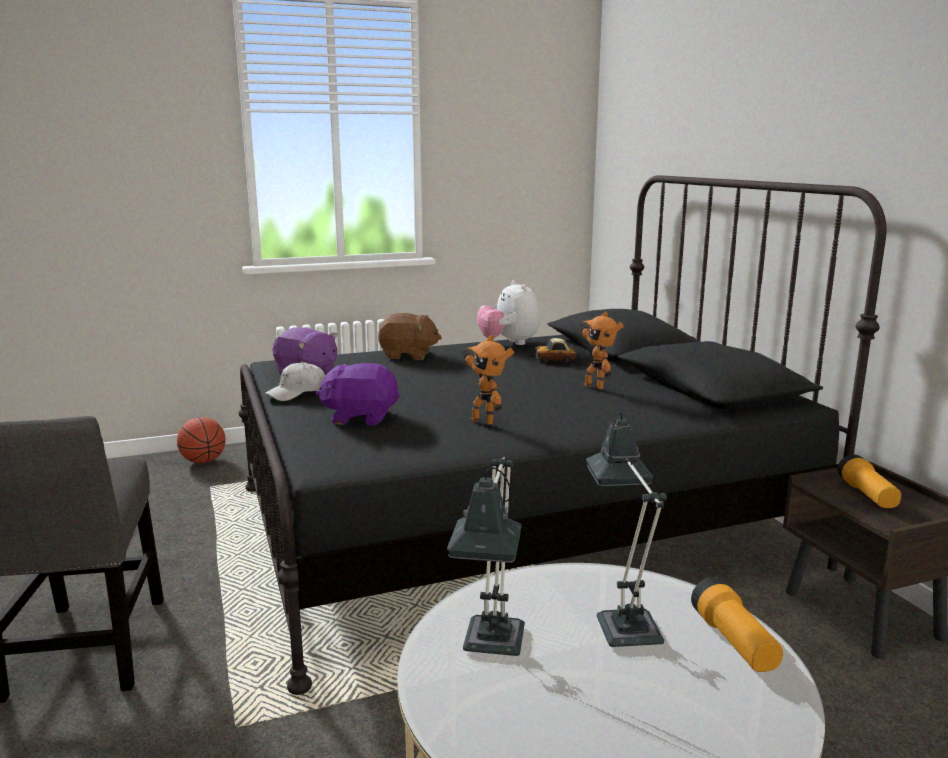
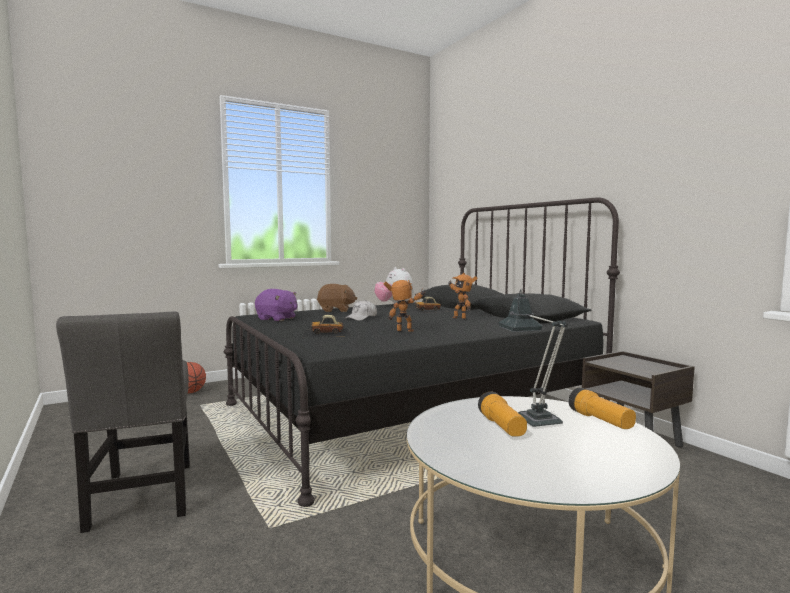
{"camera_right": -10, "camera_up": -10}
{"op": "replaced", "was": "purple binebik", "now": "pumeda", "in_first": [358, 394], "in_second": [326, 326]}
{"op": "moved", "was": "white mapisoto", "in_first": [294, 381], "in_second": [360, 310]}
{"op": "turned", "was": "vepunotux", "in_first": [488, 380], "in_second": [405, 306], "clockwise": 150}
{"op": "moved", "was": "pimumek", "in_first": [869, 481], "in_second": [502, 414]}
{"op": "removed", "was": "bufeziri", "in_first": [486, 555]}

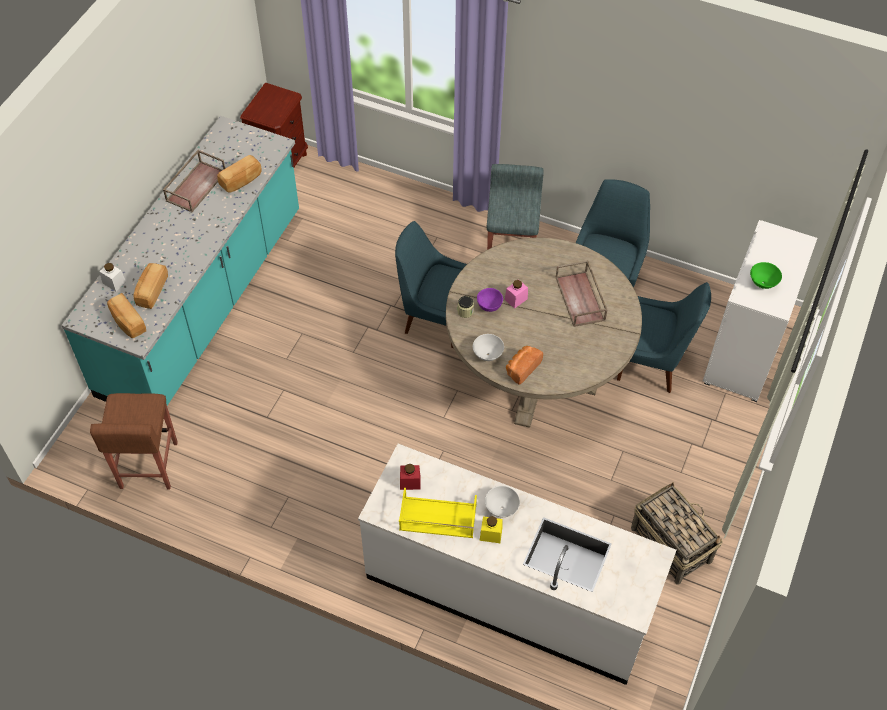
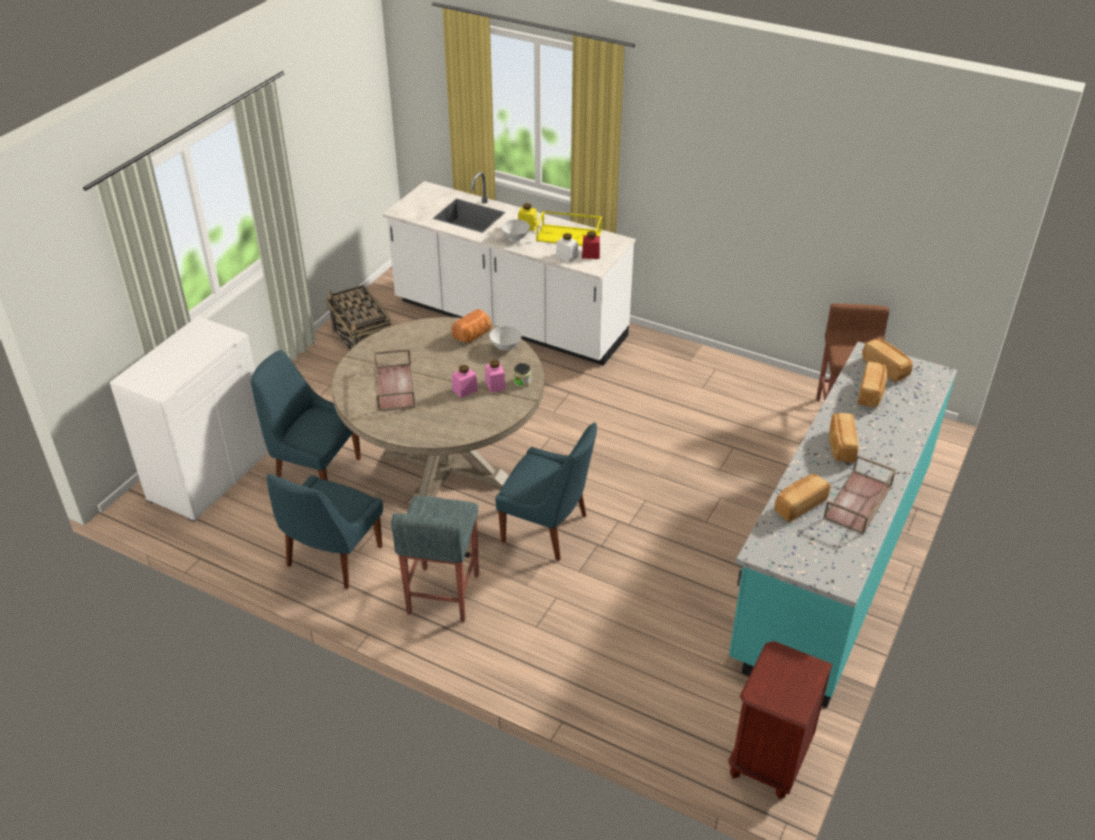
{"camera_right": -175, "camera_up": -15}
{"op": "replaced", "was": "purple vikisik", "now": "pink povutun", "in_first": [490, 300], "in_second": [495, 376]}
{"op": "moved", "was": "white povutun", "in_first": [112, 277], "in_second": [567, 248]}
{"op": "added", "now": "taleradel", "in_second": [844, 438]}
{"op": "removed", "was": "green vikisik", "in_first": [766, 275]}

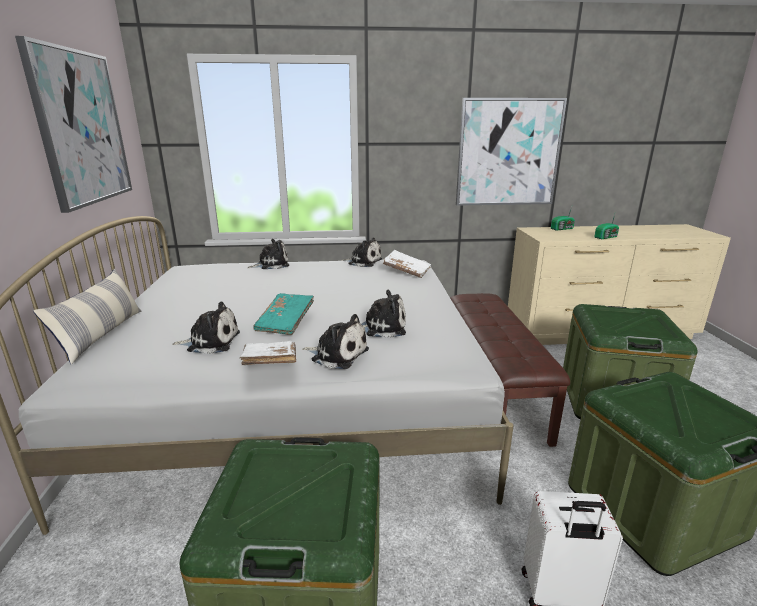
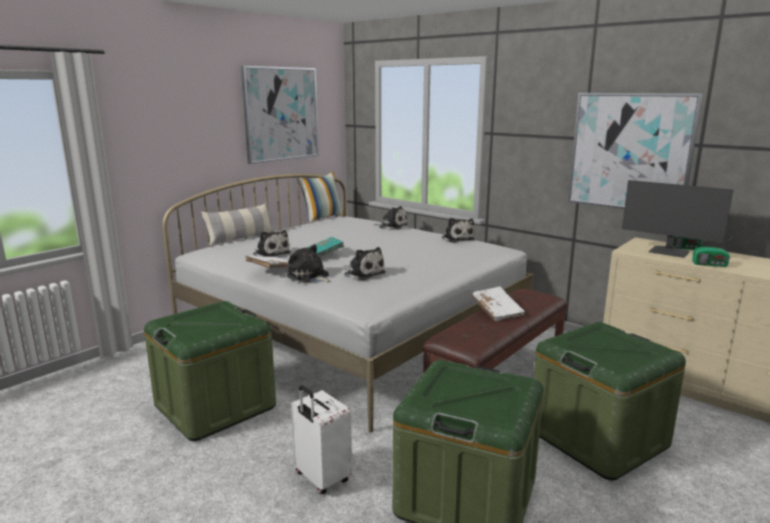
{"camera_right": 45, "camera_up": -5}
{"op": "turned", "was": "binebik", "in_first": [335, 341], "in_second": [309, 263], "clockwise": 150}
{"op": "added", "now": "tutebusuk", "in_second": [321, 197]}
{"op": "moved", "was": "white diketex", "in_first": [407, 264], "in_second": [498, 304]}
{"op": "added", "now": "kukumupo", "in_second": [677, 219]}

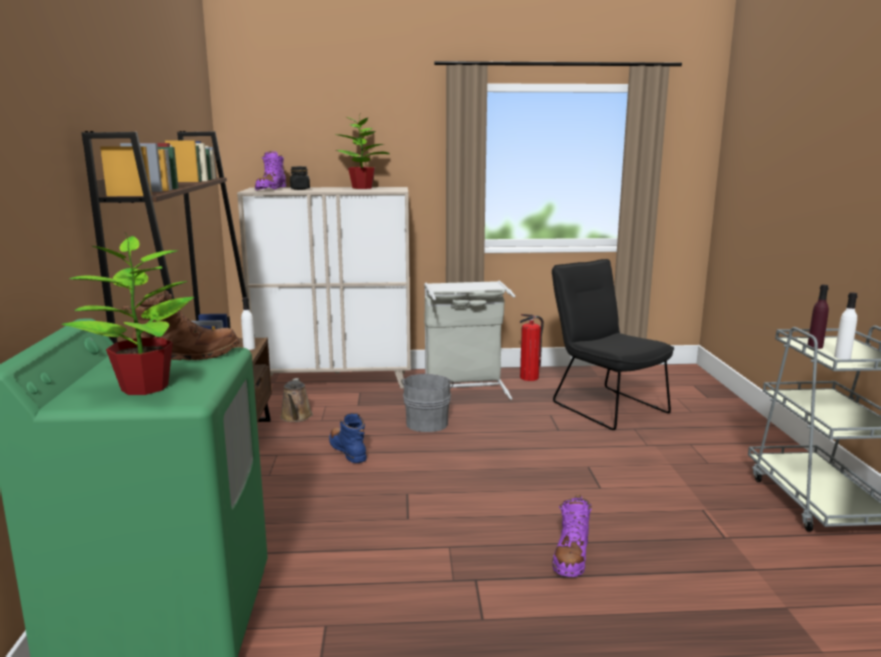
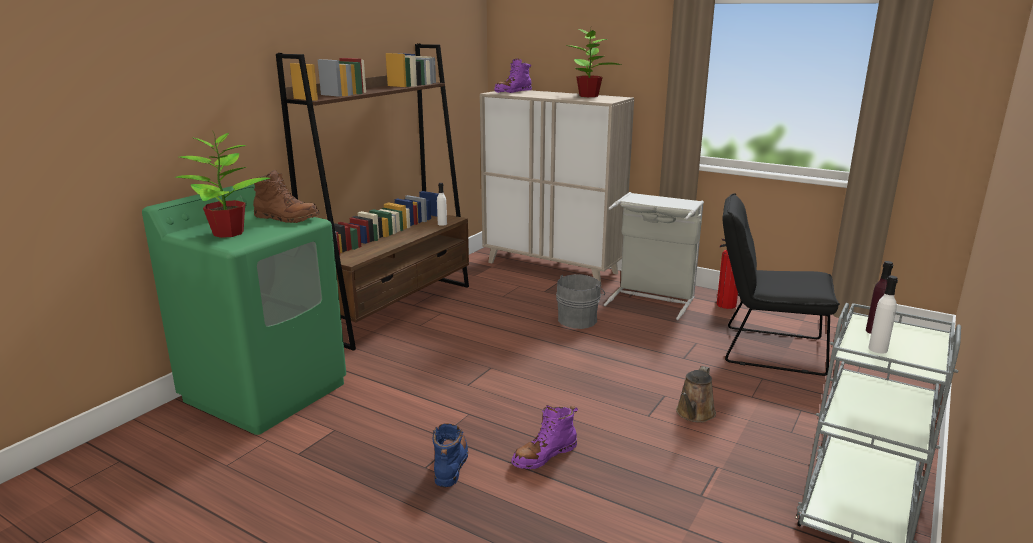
{"camera_right": 35, "camera_up": 5}
{"op": "moved", "was": "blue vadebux", "in_first": [348, 438], "in_second": [450, 455]}
{"op": "moved", "was": "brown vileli", "in_first": [296, 400], "in_second": [696, 394]}
{"op": "turned", "was": "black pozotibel", "in_first": [613, 344], "in_second": [781, 284], "clockwise": -75}
{"op": "removed", "was": "black povutun", "in_first": [300, 178]}

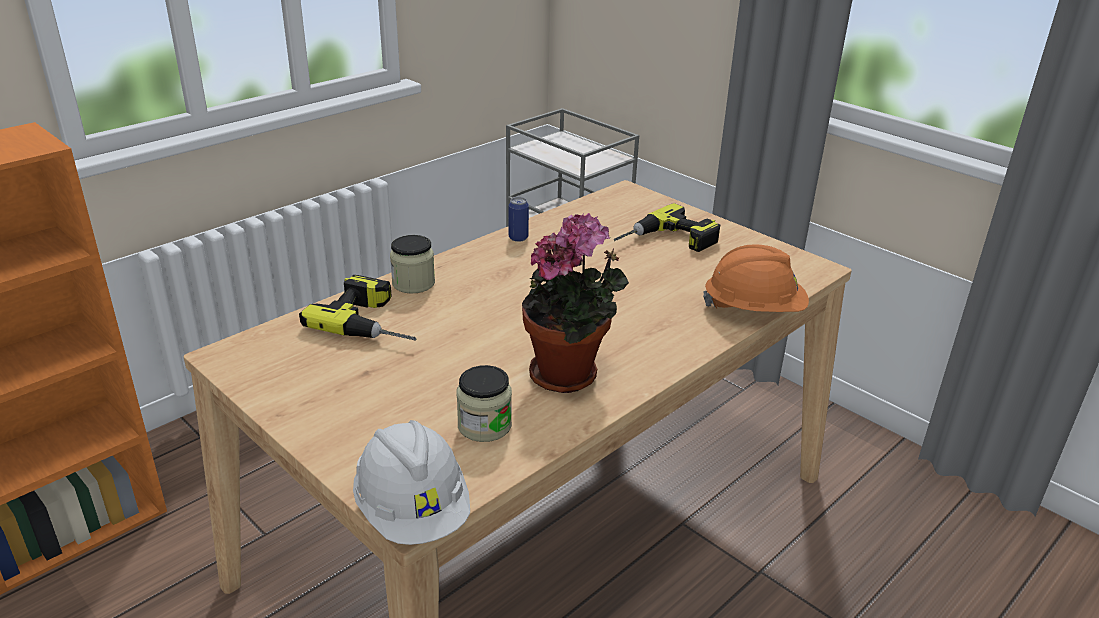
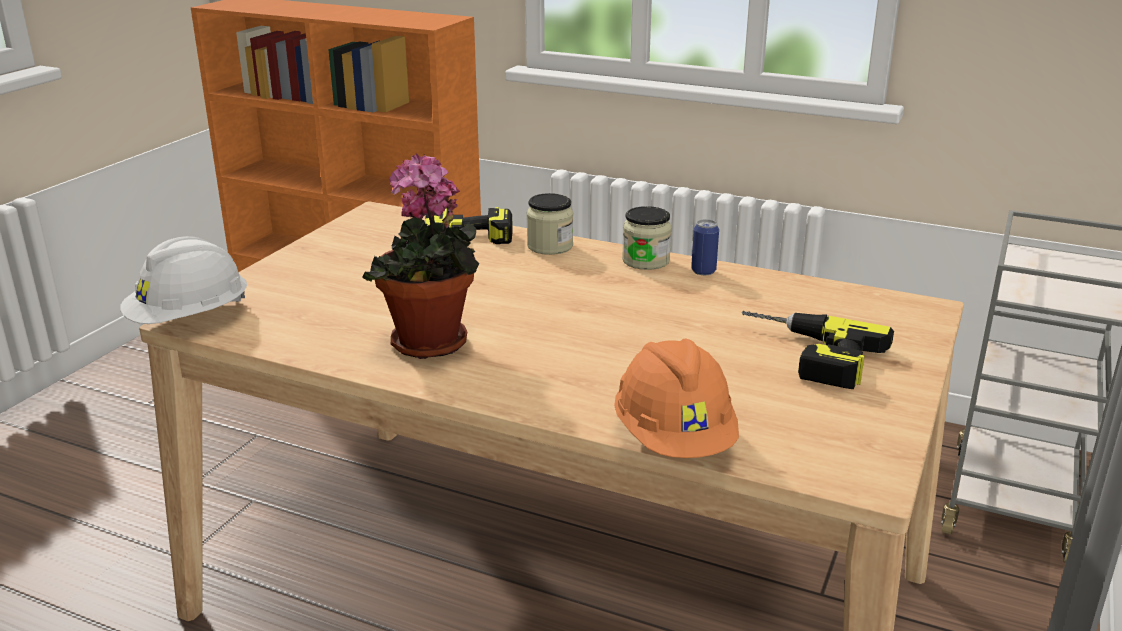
{"camera_right": 70, "camera_up": -5}
{"op": "moved", "was": "povutun", "in_first": [484, 403], "in_second": [647, 238]}

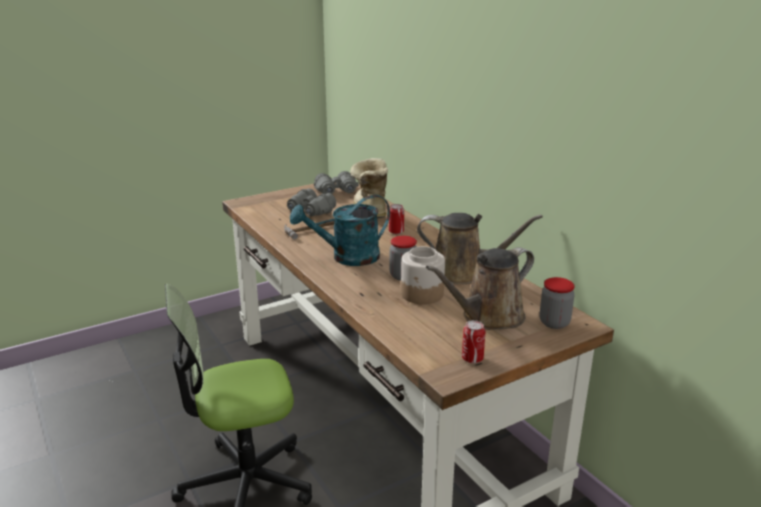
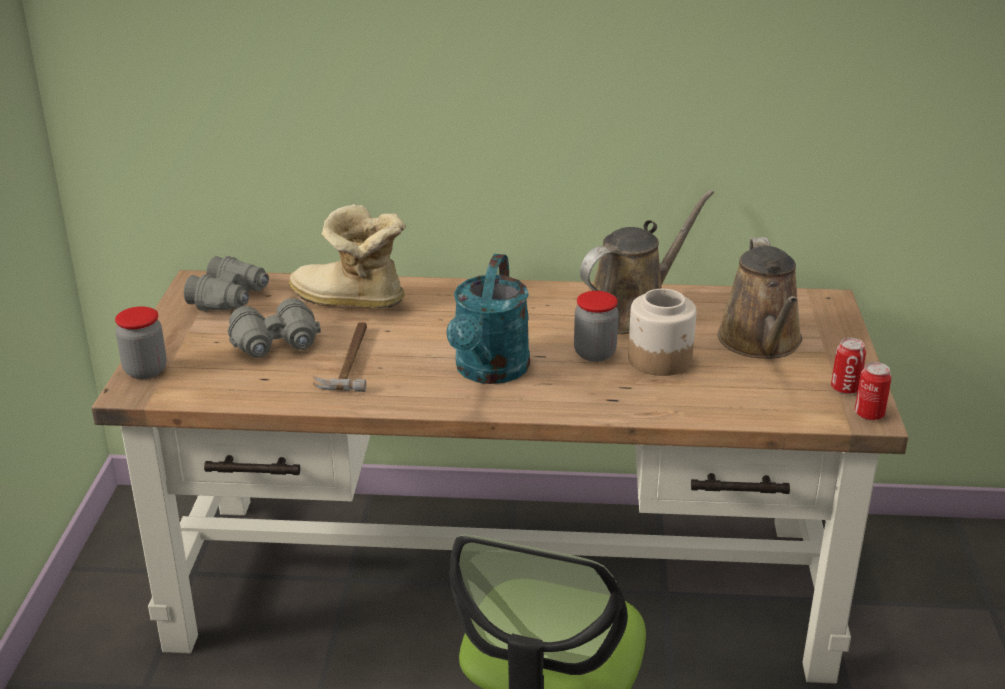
{"camera_right": -55, "camera_up": 5}
{"op": "moved", "was": "povutun", "in_first": [557, 303], "in_second": [141, 342]}
{"op": "moved", "was": "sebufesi", "in_first": [396, 219], "in_second": [873, 391]}

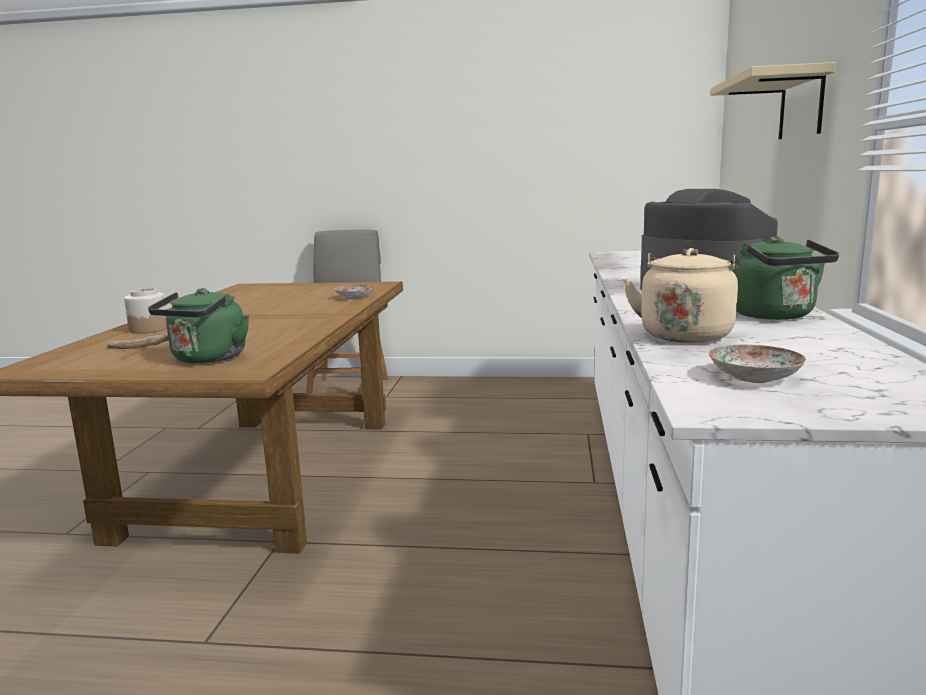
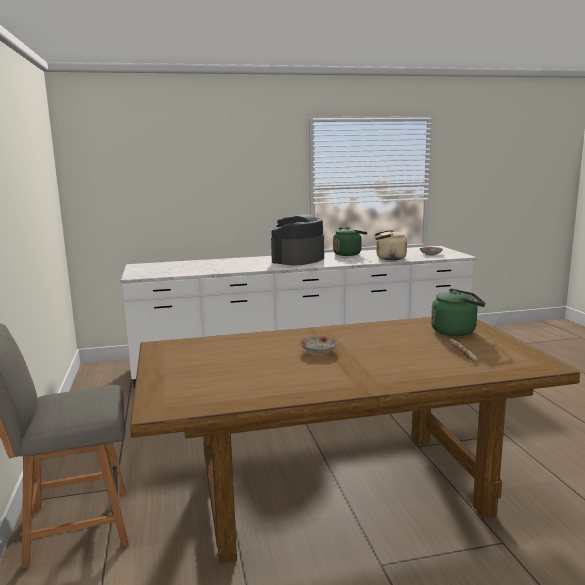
{"camera_right": -110, "camera_up": 0}
{"op": "moved", "was": "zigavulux", "in_first": [354, 292], "in_second": [319, 345]}
{"op": "removed", "was": "povutun", "in_first": [145, 311]}
{"op": "removed", "was": "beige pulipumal", "in_first": [773, 100]}

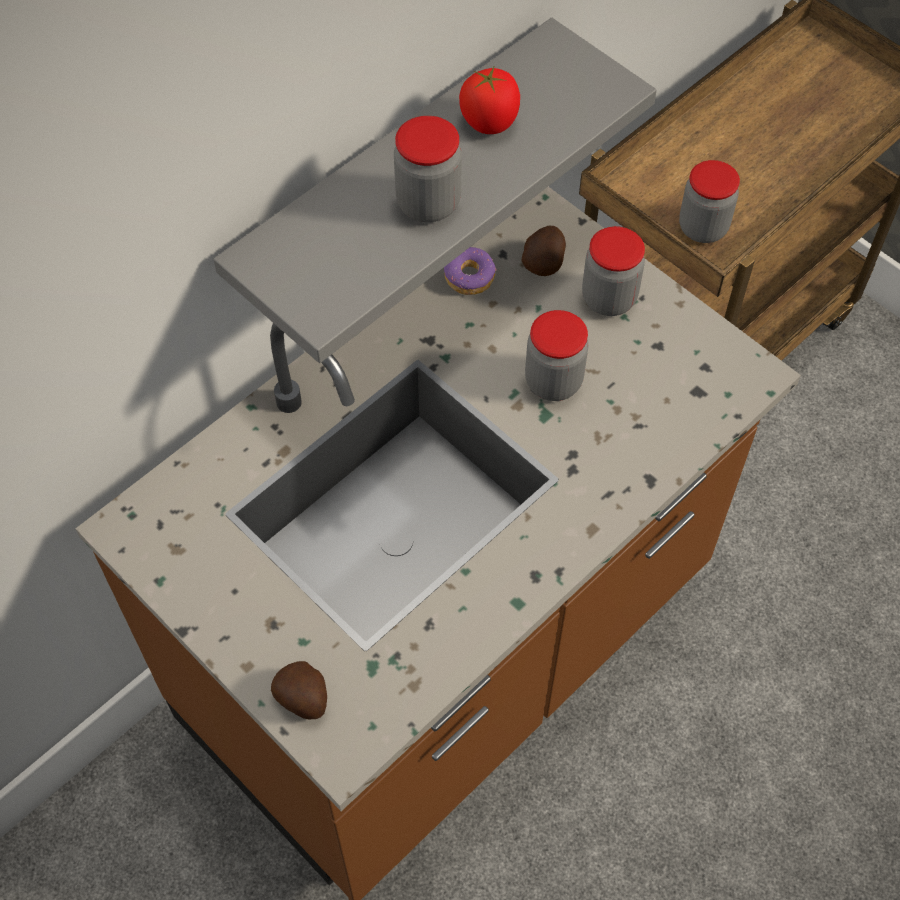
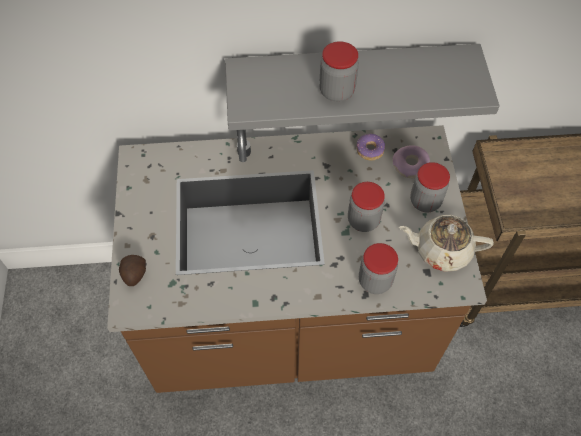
{"camera_right": 40, "camera_up": 0}
{"op": "moved", "was": "povutun", "in_first": [709, 201], "in_second": [378, 268]}
{"op": "replaced", "was": "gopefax", "now": "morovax", "in_first": [543, 251], "in_second": [411, 161]}
{"op": "added", "now": "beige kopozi", "in_second": [446, 243]}
{"op": "removed", "was": "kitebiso", "in_first": [489, 99]}

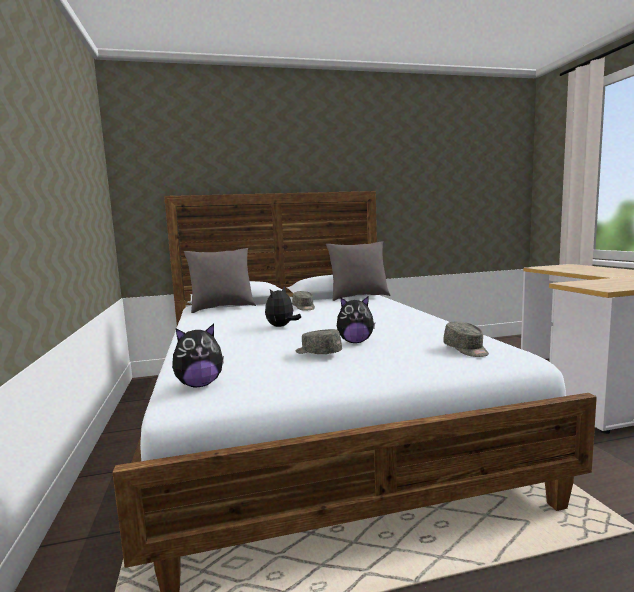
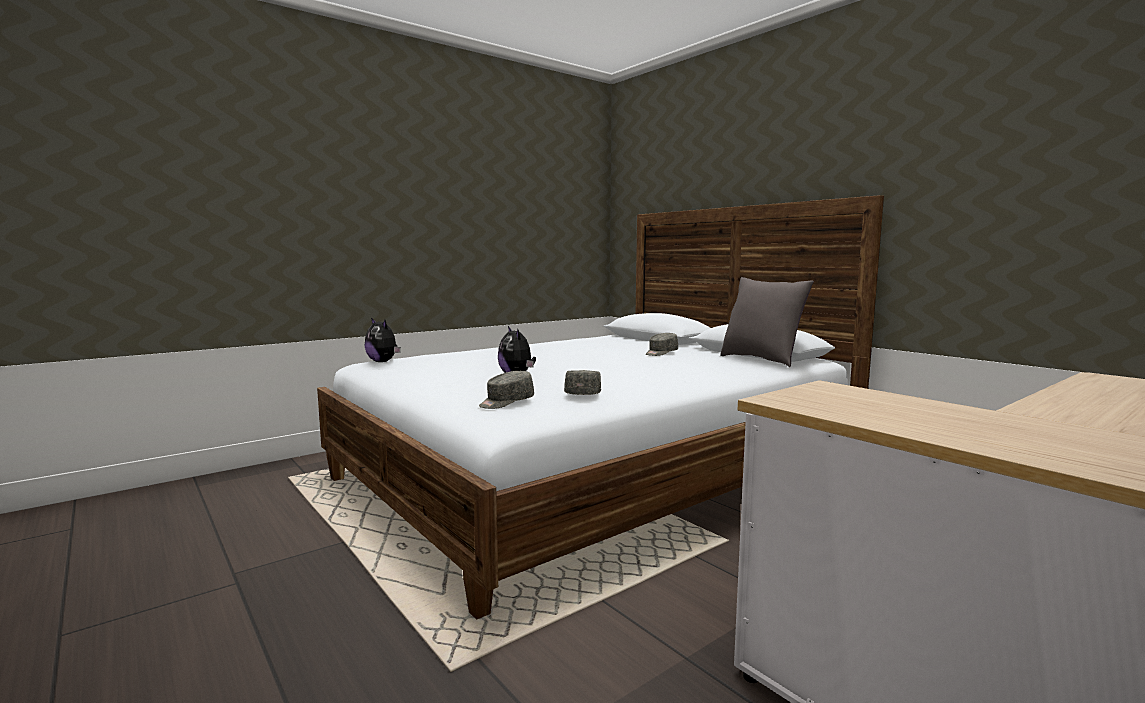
{"camera_right": 65, "camera_up": 0}
{"op": "moved", "was": "grey mapisoto", "in_first": [319, 341], "in_second": [582, 382]}
{"op": "removed", "was": "grey tutebusuk", "in_first": [220, 280]}
{"op": "removed", "was": "binebik", "in_first": [283, 306]}

